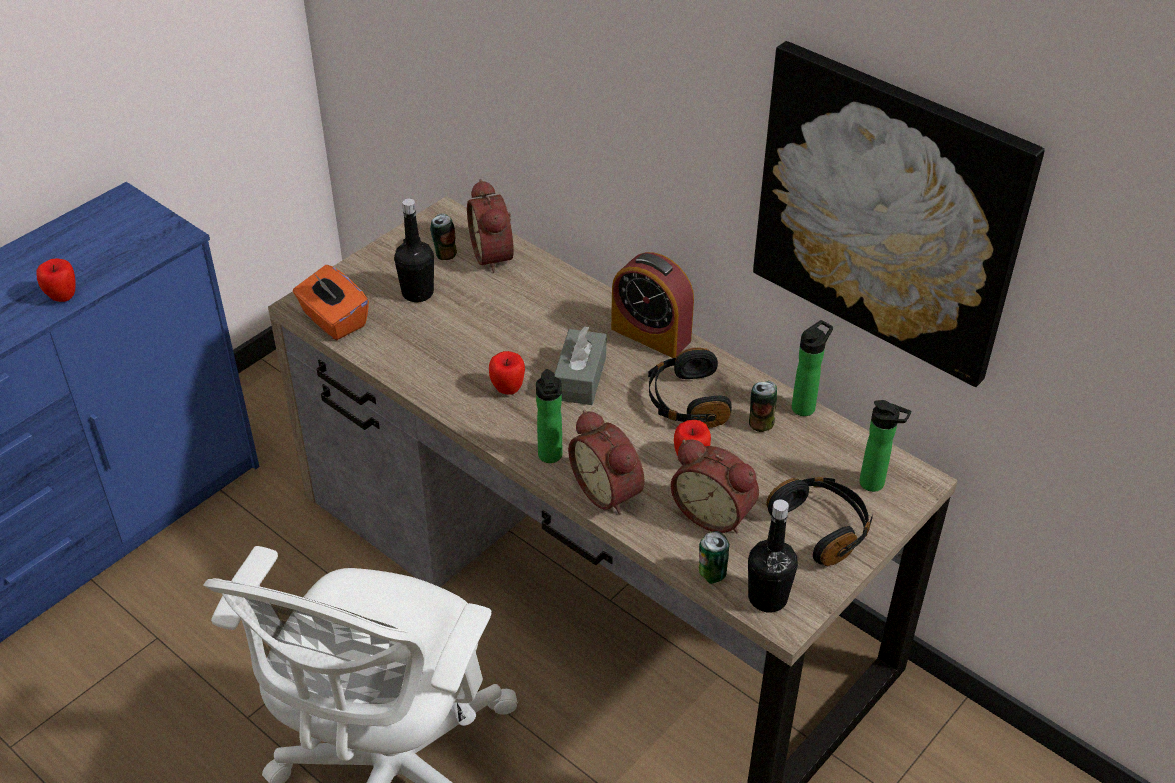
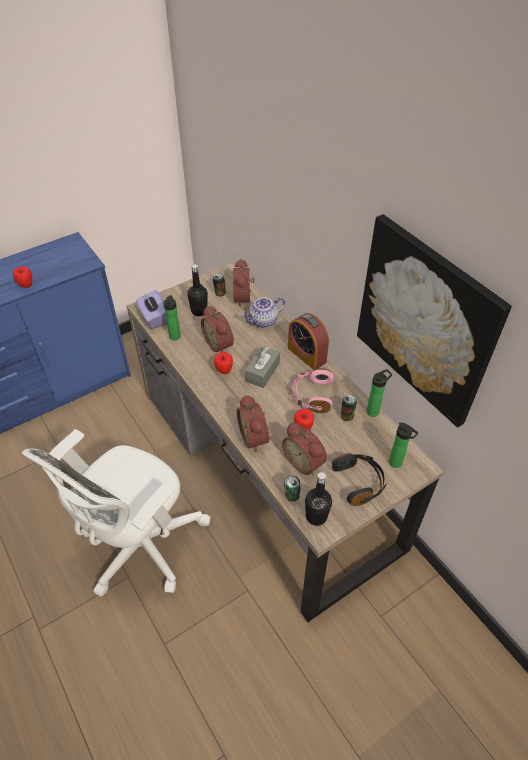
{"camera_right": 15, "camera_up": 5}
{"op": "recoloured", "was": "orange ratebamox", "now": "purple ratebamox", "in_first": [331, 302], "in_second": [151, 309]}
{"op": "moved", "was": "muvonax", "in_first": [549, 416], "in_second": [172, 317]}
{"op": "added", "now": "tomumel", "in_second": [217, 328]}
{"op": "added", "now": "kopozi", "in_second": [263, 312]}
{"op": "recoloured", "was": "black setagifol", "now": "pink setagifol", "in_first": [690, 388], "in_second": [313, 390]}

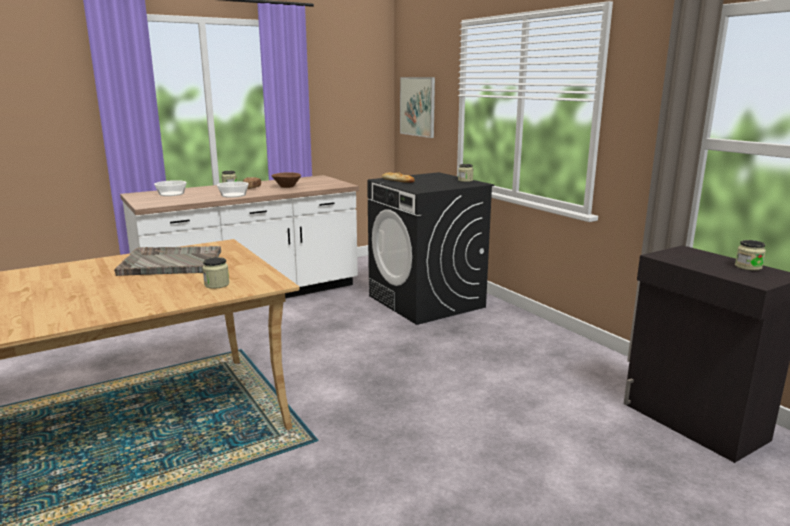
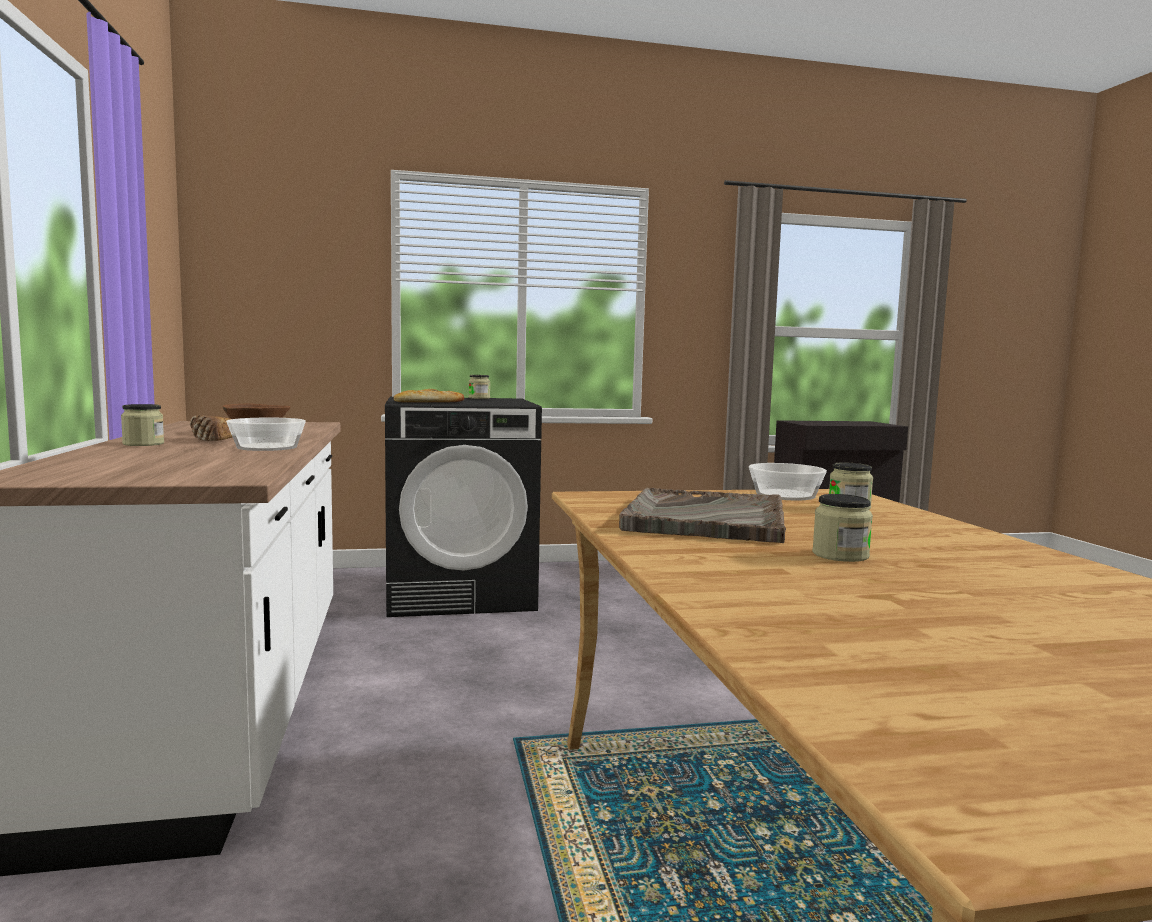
{"camera_right": -70, "camera_up": -10}
{"op": "moved", "was": "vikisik", "in_first": [170, 188], "in_second": [788, 481]}
{"op": "moved", "was": "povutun", "in_first": [750, 255], "in_second": [842, 528]}
{"op": "removed", "was": "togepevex", "in_first": [417, 107]}

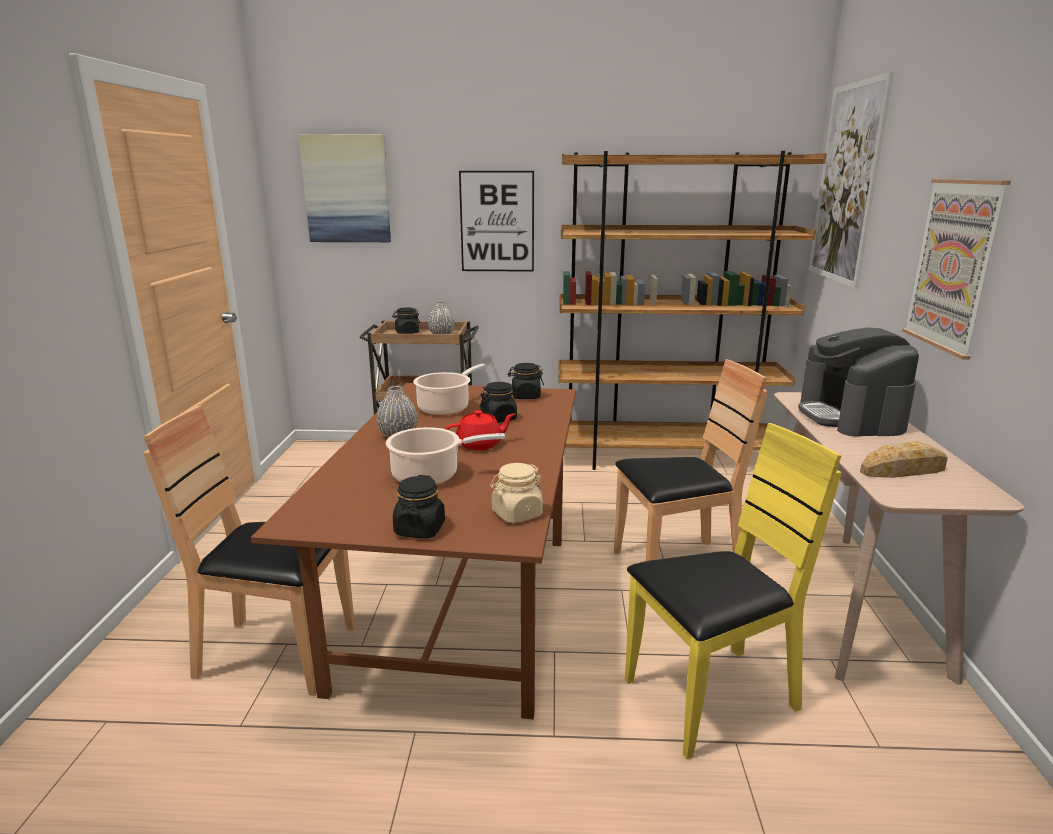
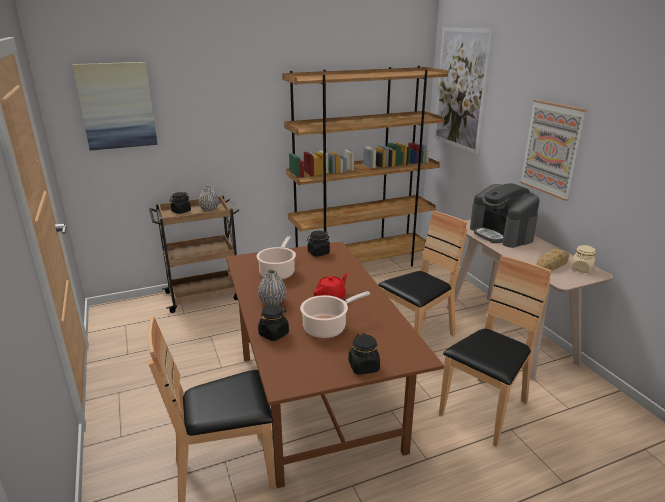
{"camera_right": -25, "camera_up": 5}
{"op": "moved", "was": "black povutun", "in_first": [499, 402], "in_second": [273, 322]}
{"op": "recoloured", "was": "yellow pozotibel", "now": "brown pozotibel", "in_first": [733, 591], "in_second": [495, 351]}
{"op": "moved", "was": "beige povutun", "in_first": [516, 493], "in_second": [583, 259]}
{"op": "removed", "was": "togepevex", "in_first": [496, 221]}

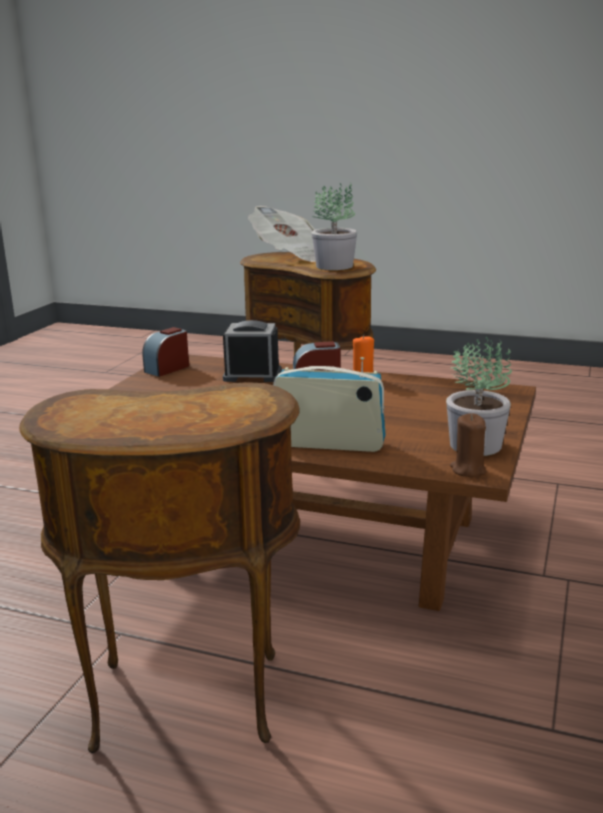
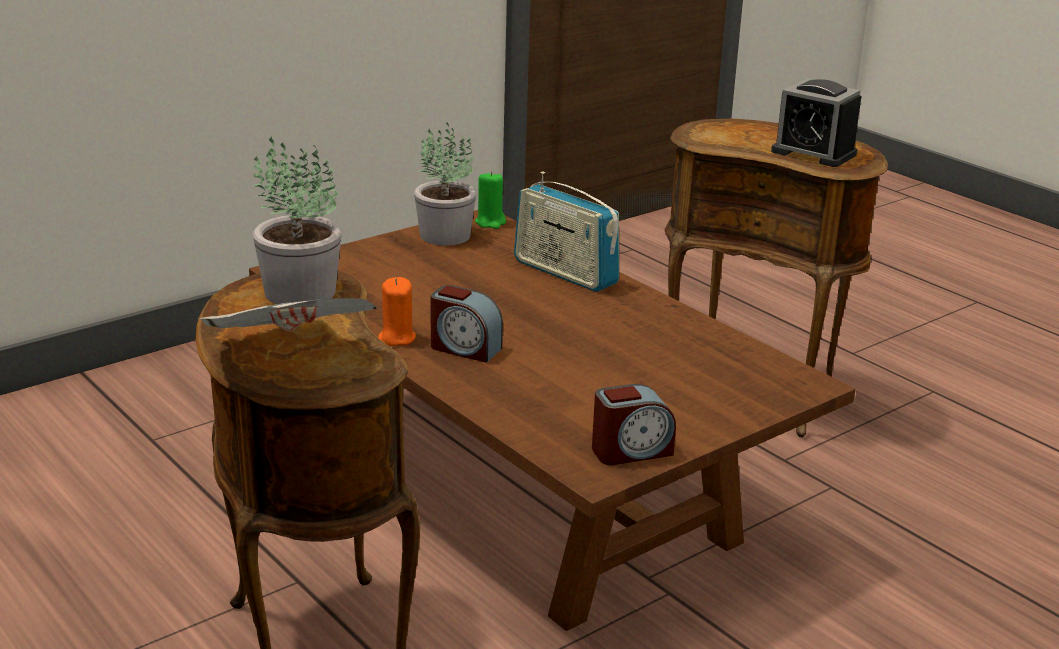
{"camera_right": -150, "camera_up": 5}
{"op": "recoloured", "was": "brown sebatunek", "now": "green sebatunek", "in_first": [468, 445], "in_second": [490, 200]}
{"op": "moved", "was": "tomumel", "in_first": [252, 351], "in_second": [816, 123]}

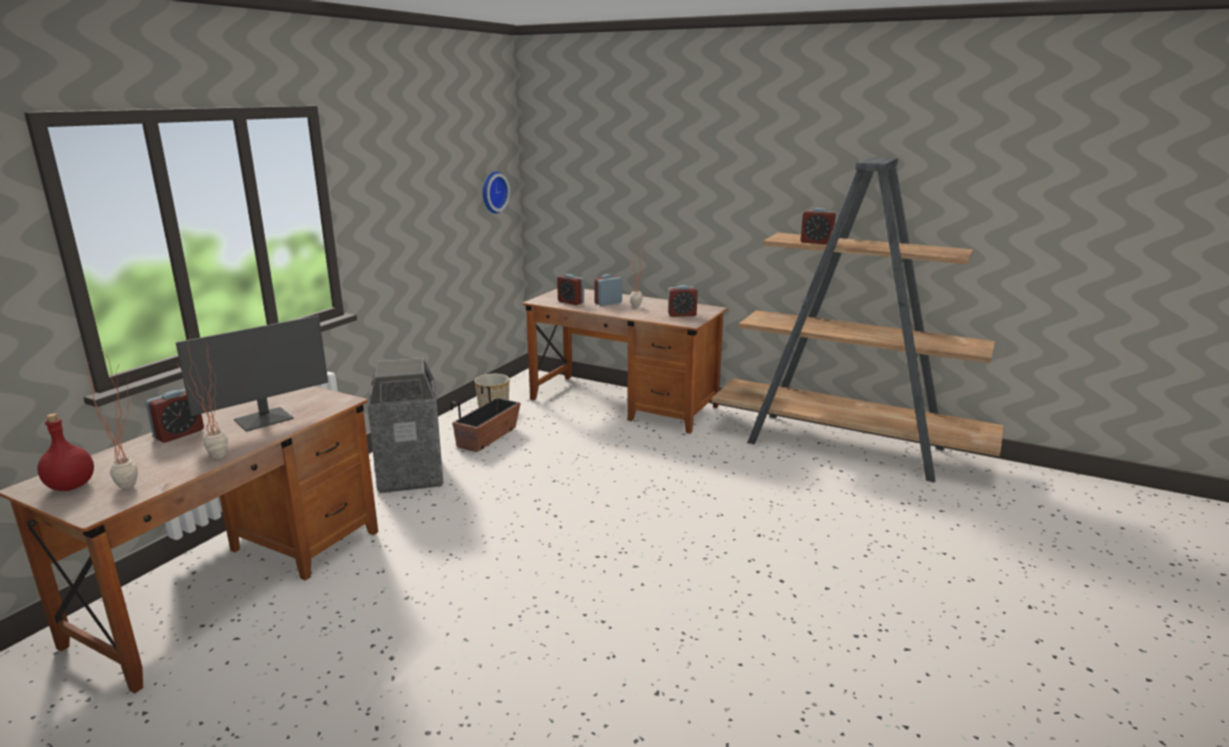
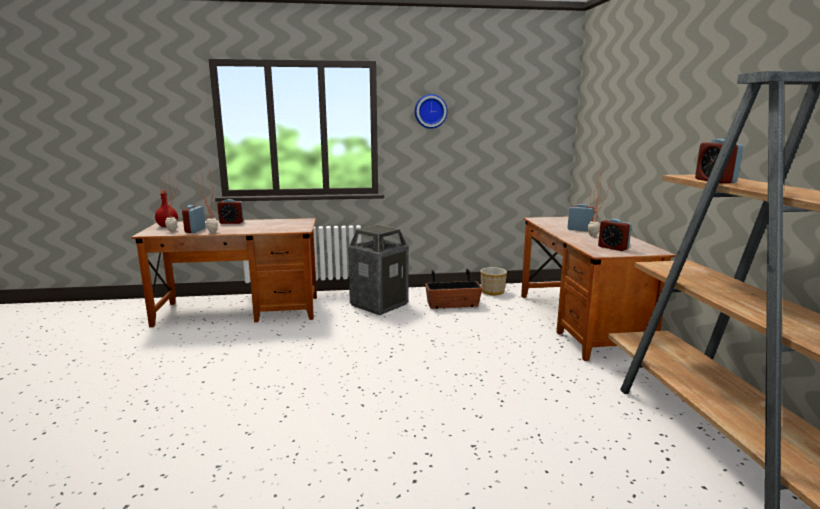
{"camera_right": 55, "camera_up": -5}
{"op": "moved", "was": "tomumel", "in_first": [570, 289], "in_second": [193, 219]}
{"op": "moved", "was": "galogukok", "in_first": [496, 192], "in_second": [431, 111]}
{"op": "removed", "was": "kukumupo", "in_first": [252, 374]}

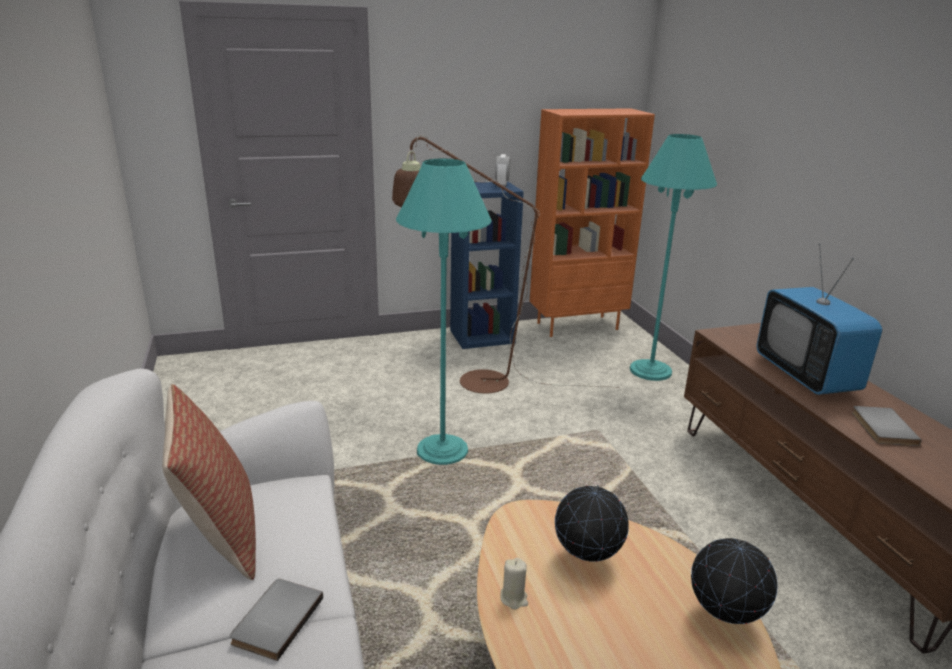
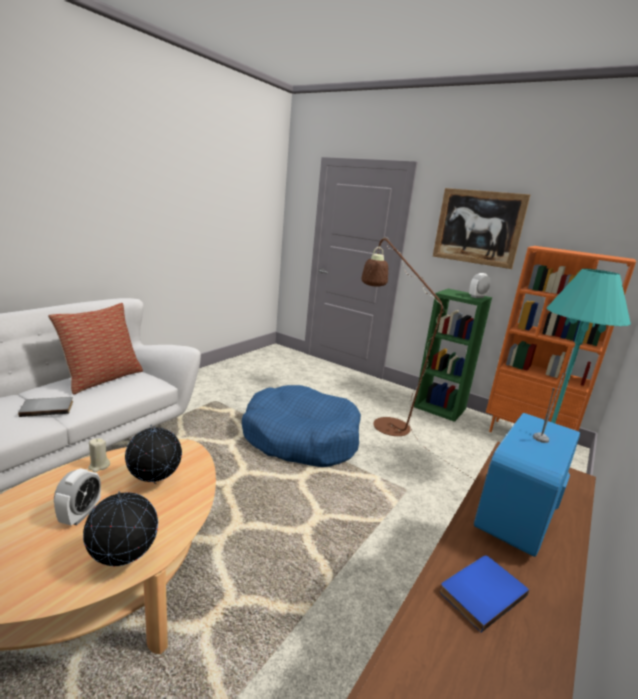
{"camera_right": 50, "camera_up": -5}
{"op": "added", "now": "tomumel", "in_second": [77, 496]}
{"op": "replaced", "was": "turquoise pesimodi", "now": "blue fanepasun", "in_first": [443, 312], "in_second": [301, 426]}
{"op": "recoloured", "was": "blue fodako", "now": "green fodako", "in_first": [487, 265], "in_second": [453, 355]}
{"op": "added", "now": "togepevex", "in_second": [481, 228]}
{"op": "recoloured", "was": "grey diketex", "now": "blue diketex", "in_first": [887, 426], "in_second": [484, 594]}

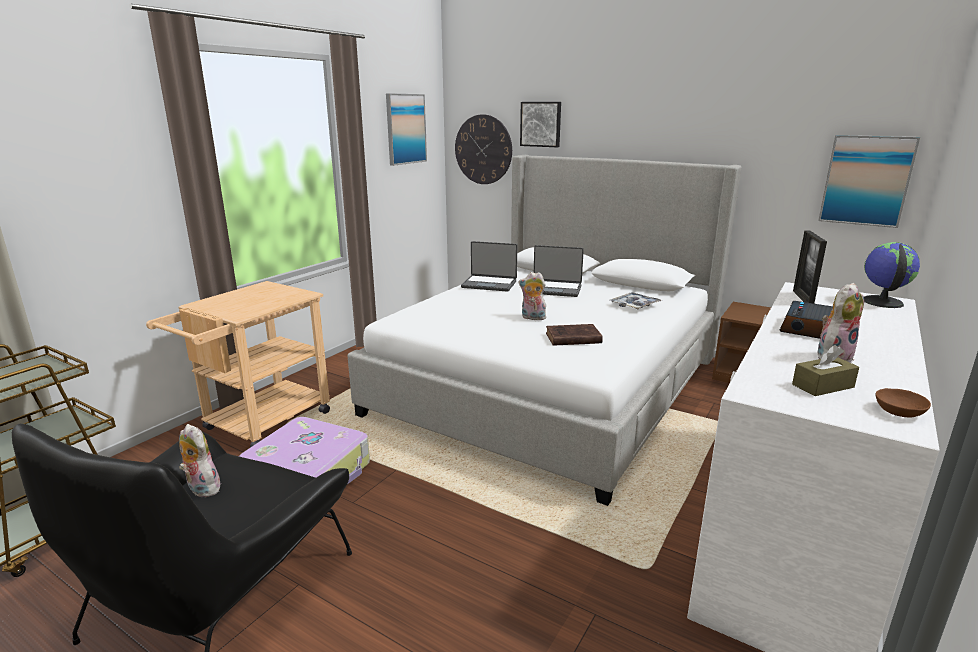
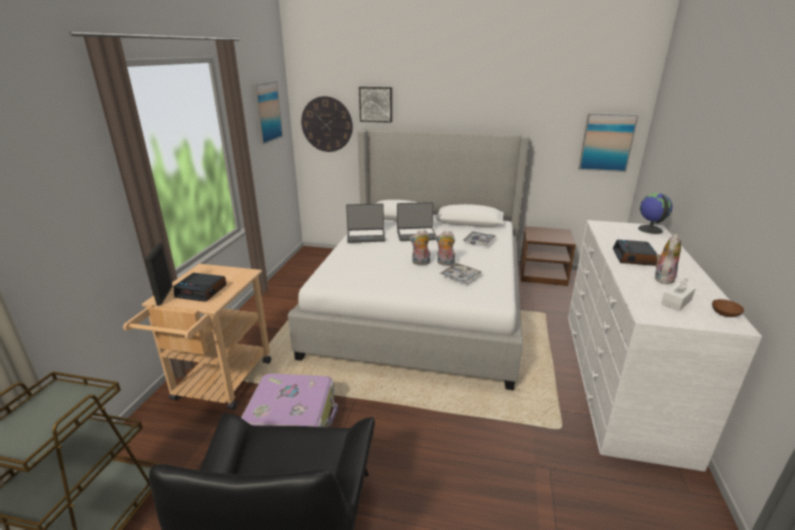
{"camera_right": -20, "camera_up": 5}
{"op": "moved", "was": "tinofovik", "in_first": [810, 267], "in_second": [158, 274]}
{"op": "added", "now": "tomumel", "in_second": [200, 287]}
{"op": "moved", "was": "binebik", "in_first": [199, 460], "in_second": [445, 248]}
{"op": "replaced", "was": "brown diketex", "now": "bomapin", "in_first": [574, 335], "in_second": [461, 273]}
{"op": "recoloured", "was": "brown ratebamox", "now": "white ratebamox", "in_first": [825, 370], "in_second": [678, 294]}

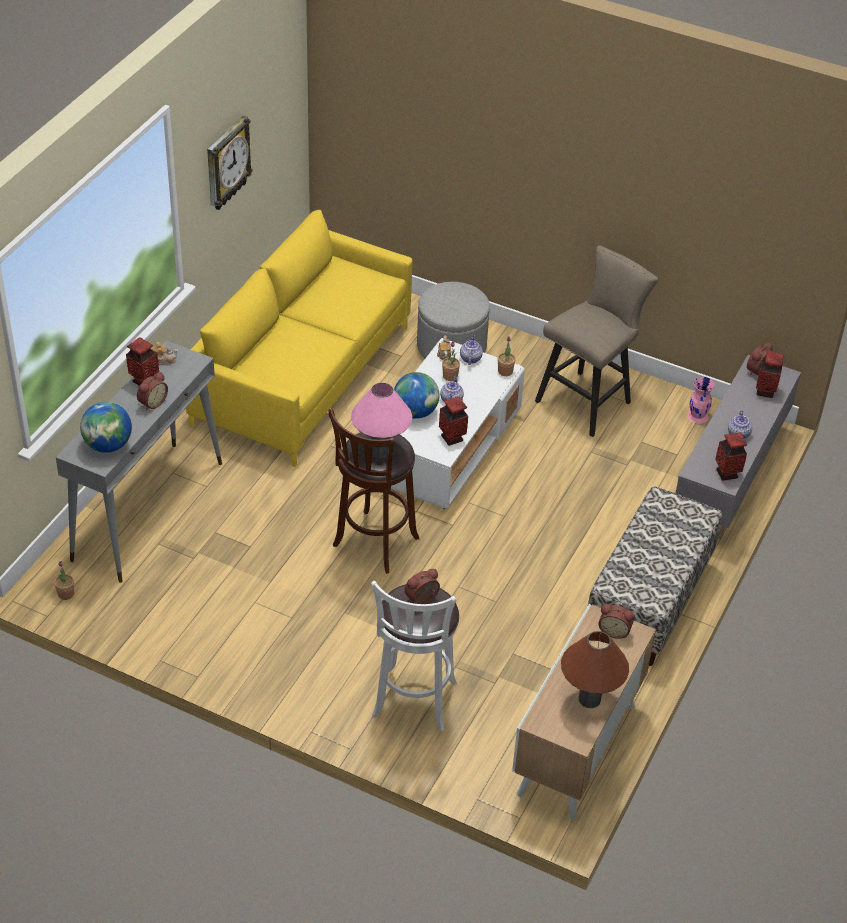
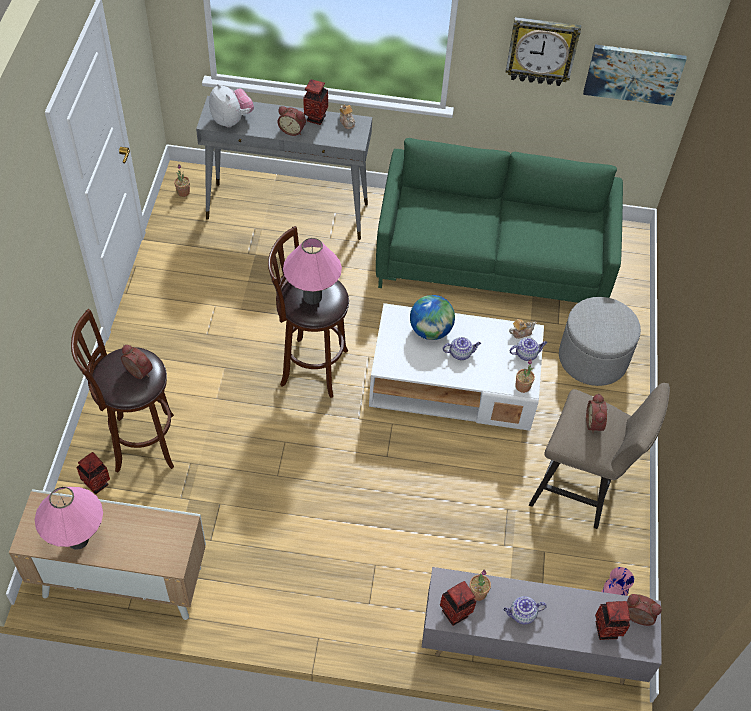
{"camera_right": 70, "camera_up": 10}
{"op": "recoloured", "was": "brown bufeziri", "now": "pink bufeziri", "in_first": [595, 669], "in_second": [69, 518]}
{"op": "recoloured", "was": "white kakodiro", "now": "brown kakodiro", "in_first": [415, 656], "in_second": [122, 391]}
{"op": "moved", "was": "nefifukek", "in_first": [453, 421], "in_second": [93, 473]}
{"op": "replaced", "was": "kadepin", "now": "binebik", "in_first": [106, 427], "in_second": [231, 106]}
{"op": "recoloured", "was": "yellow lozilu", "now": "green lozilu", "in_first": [299, 338], "in_second": [499, 220]}
{"op": "moved", "was": "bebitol", "in_first": [451, 361], "in_second": [480, 585]}
{"op": "added", "now": "togepevex", "in_second": [635, 75]}
{"op": "moved", "was": "tomumel", "in_first": [616, 621], "in_second": [597, 413]}
{"op": "removed", "was": "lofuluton", "in_first": [654, 576]}

